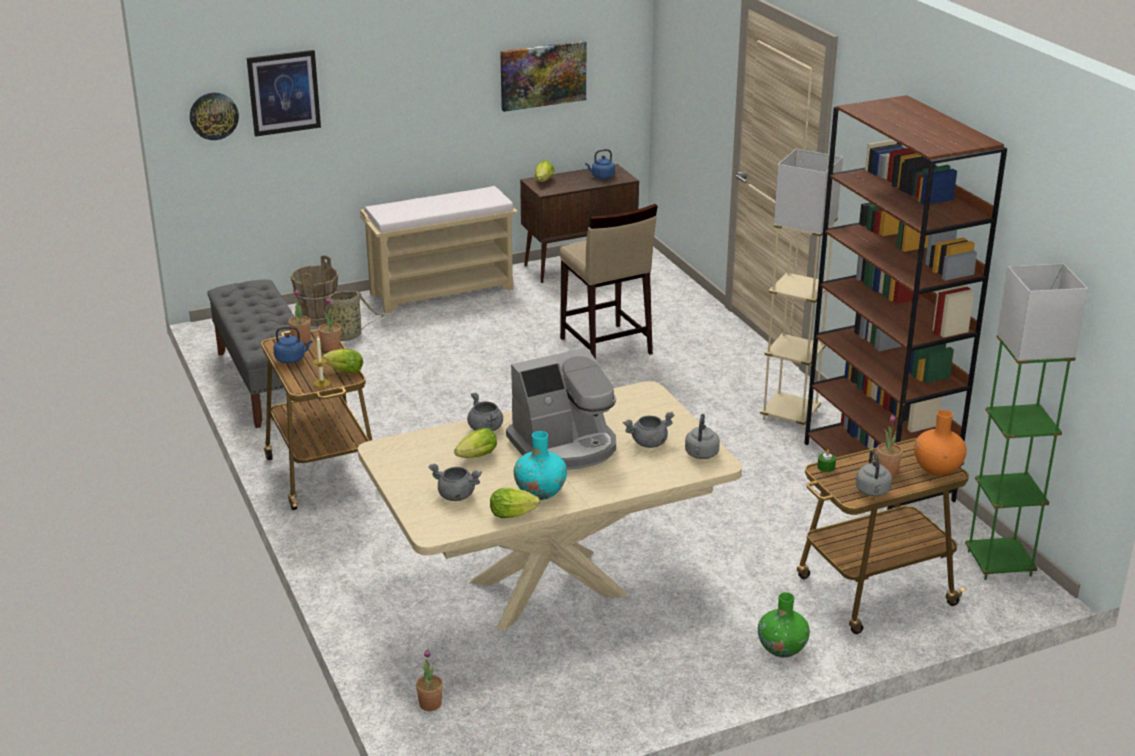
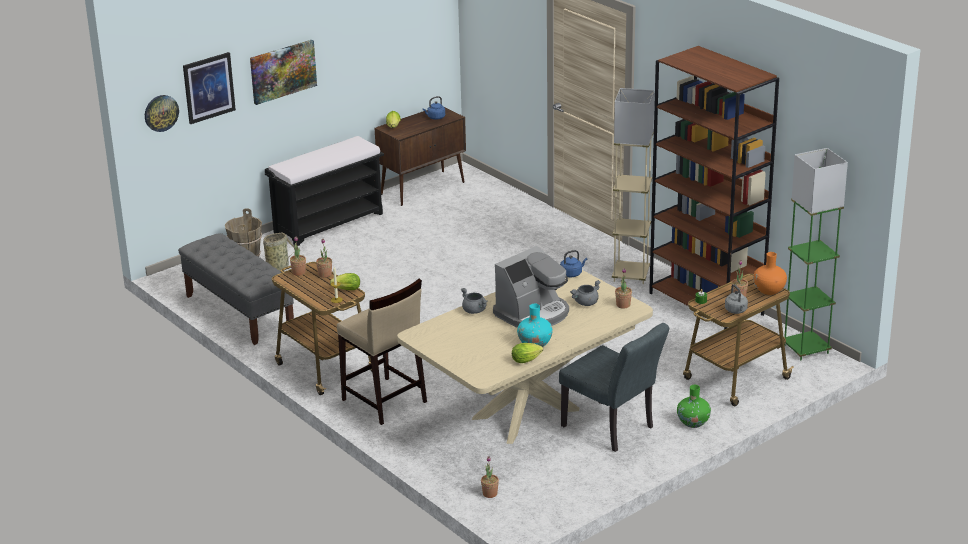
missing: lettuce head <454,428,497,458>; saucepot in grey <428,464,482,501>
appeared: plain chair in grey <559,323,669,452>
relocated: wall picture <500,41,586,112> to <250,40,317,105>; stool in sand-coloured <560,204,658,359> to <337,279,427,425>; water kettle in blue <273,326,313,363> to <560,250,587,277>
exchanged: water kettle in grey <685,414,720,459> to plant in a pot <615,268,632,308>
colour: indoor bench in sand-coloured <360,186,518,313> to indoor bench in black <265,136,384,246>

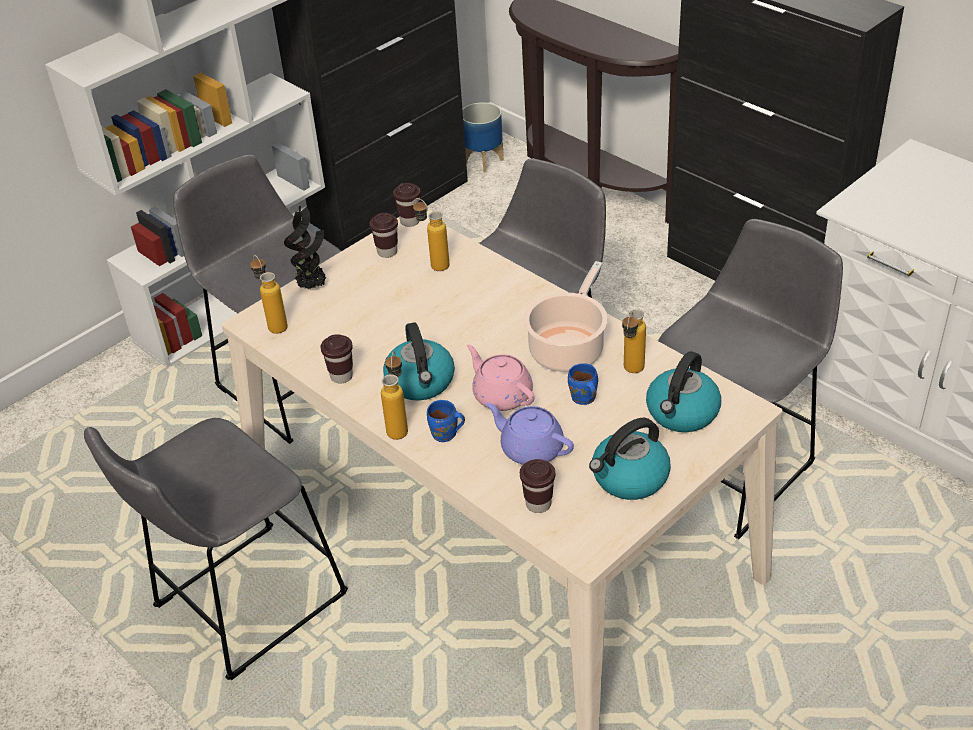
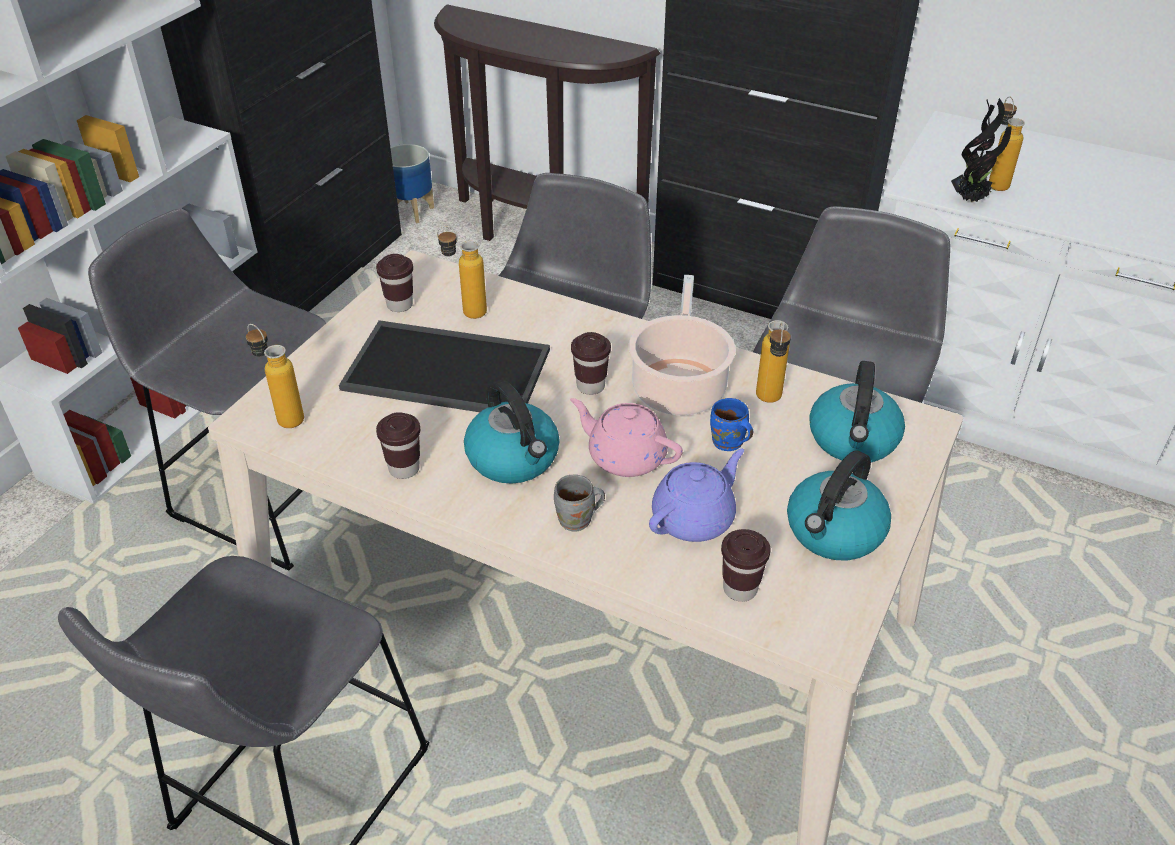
appeared: serving tray <339,320,550,412>
relocated: cup in brown-coloured <393,183,421,227> to <571,332,611,395>; plant in a pot <284,206,326,289> to <951,98,1011,202>; drink bottle <381,351,408,440> to <989,96,1025,191>
colour: mug in blue <427,400,465,442> to mug in grey <554,475,605,532>
spun: tea pot in purple <486,402,574,465> = <649,449,744,542> 120 degrees clockwise

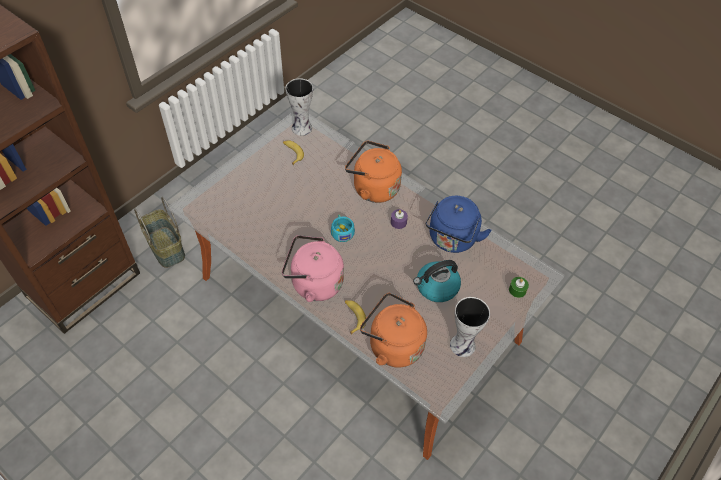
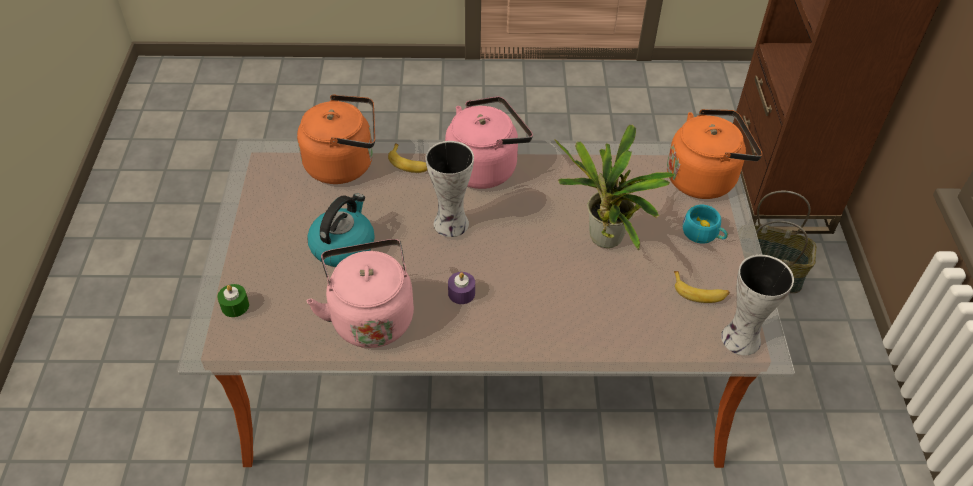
appeared: plant in a pot <554,125,675,250>
relocated: water kettle in orangey <345,141,402,203> to <667,109,762,199>; cup in blue-green <331,214,355,242> to <682,205,728,243>; vase <450,297,490,357> to <426,141,474,237>
colour: water kettle in blue <425,196,492,253> to water kettle in pink-coloured <307,239,414,348>

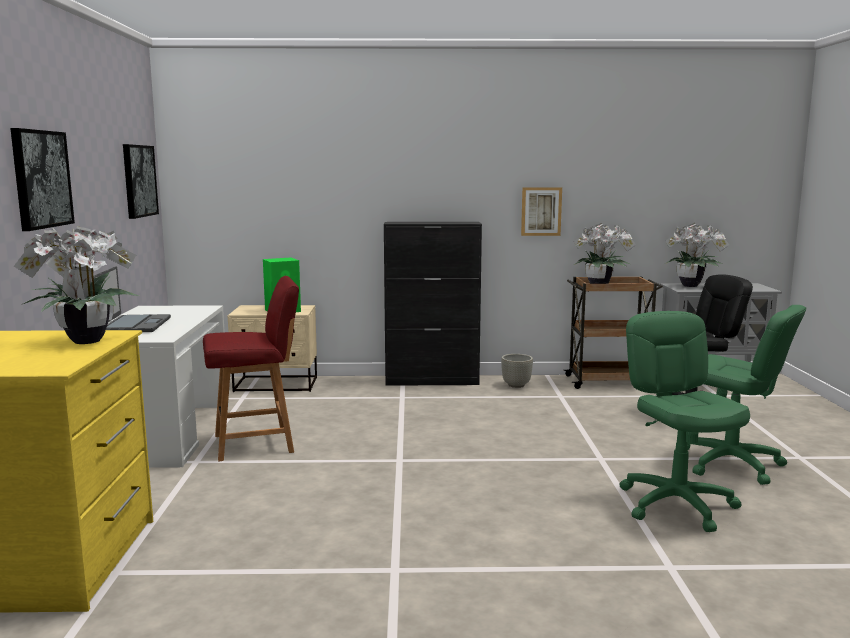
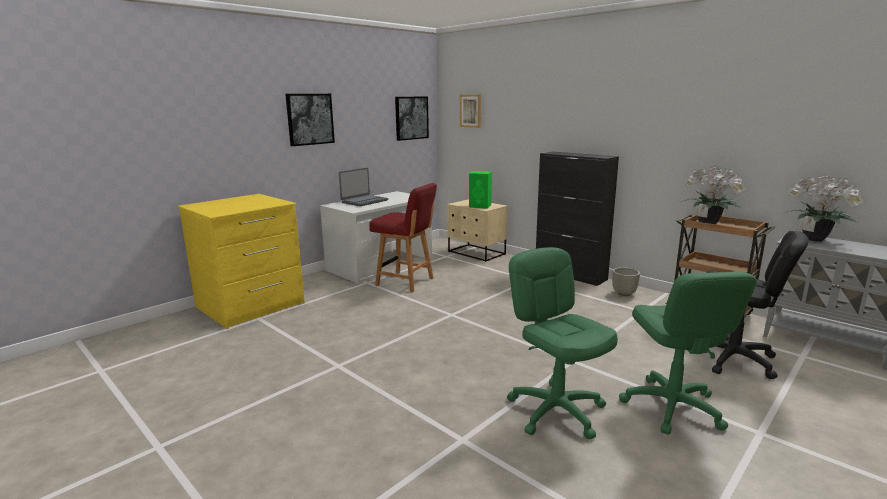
missing: plant in a pot <14,226,139,344>
relocated: wall picture <521,187,562,236> to <460,95,481,128>
spun: computer chair in greenish <619,311,750,532> = <507,247,618,439> 60 degrees counterclockwise

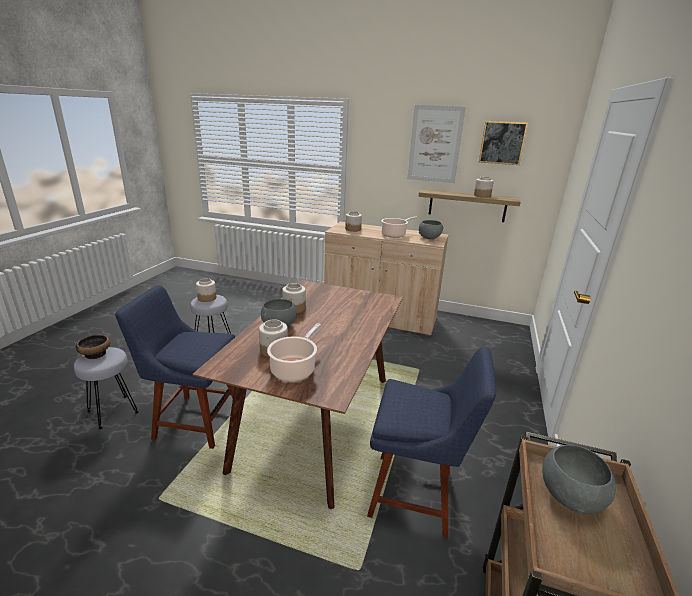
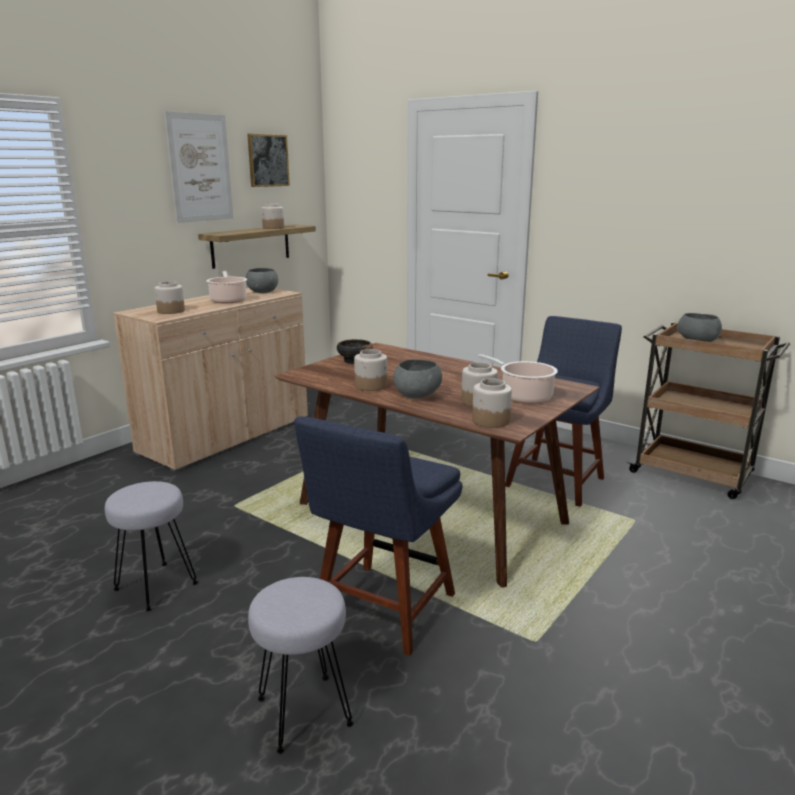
relocated: jar <196,278,216,302> to <472,378,512,428>; bowl <76,335,110,359> to <337,339,373,364>

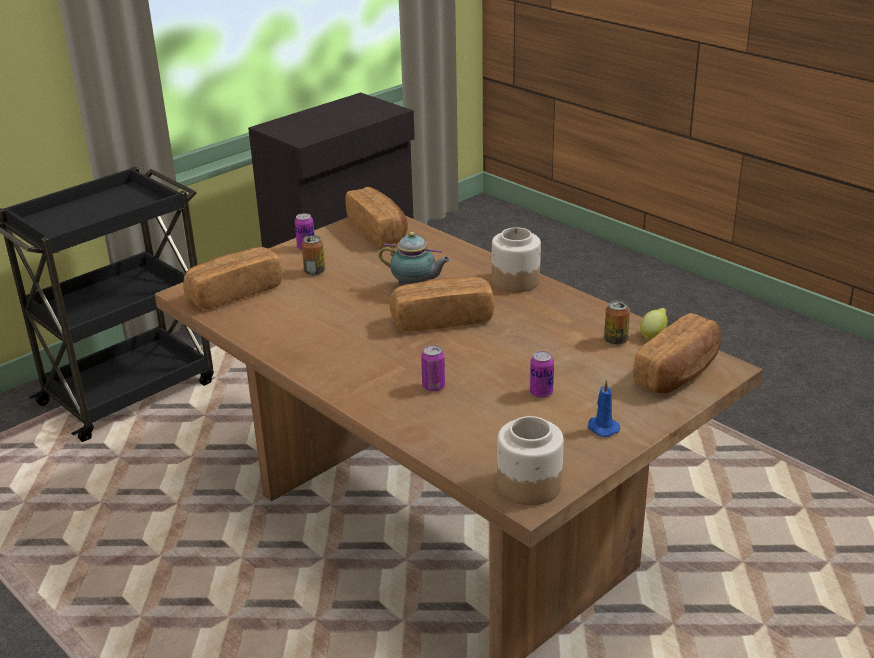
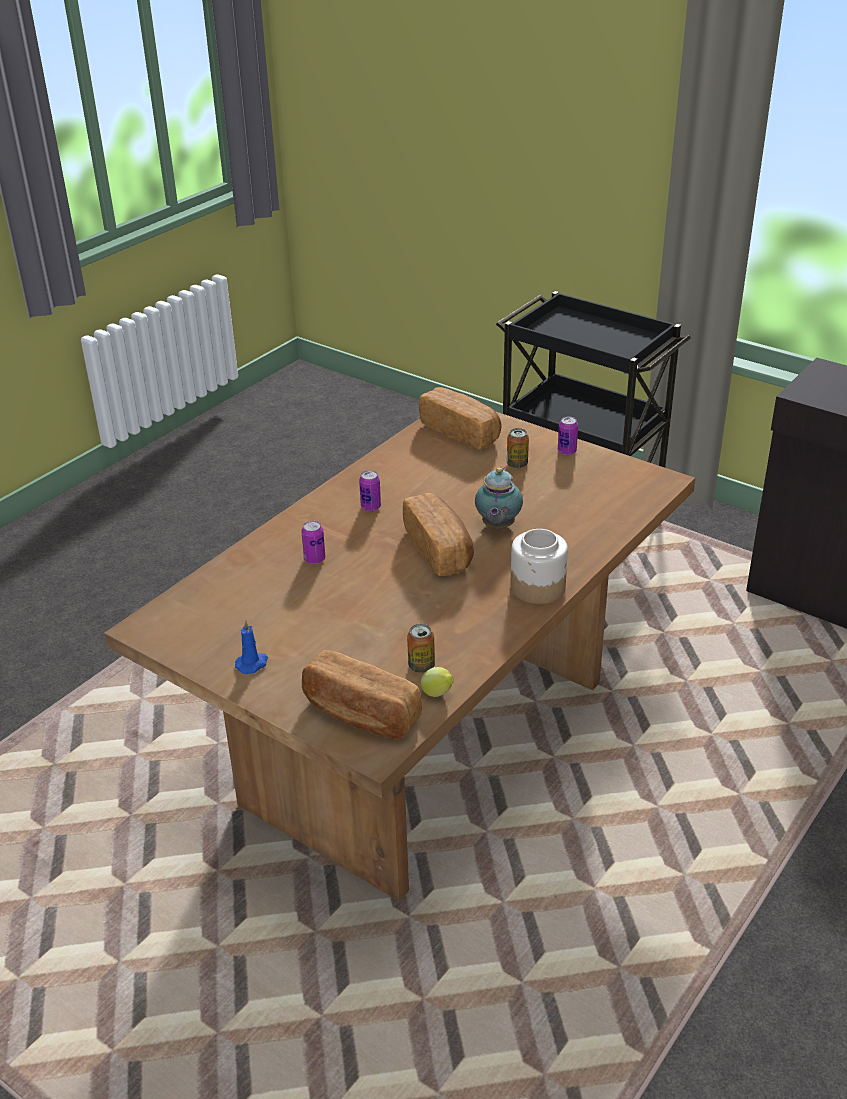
missing: bread <346,187,408,247>; jar <497,416,564,505>
relocated: sealed can <530,351,554,398> to <359,470,381,511>

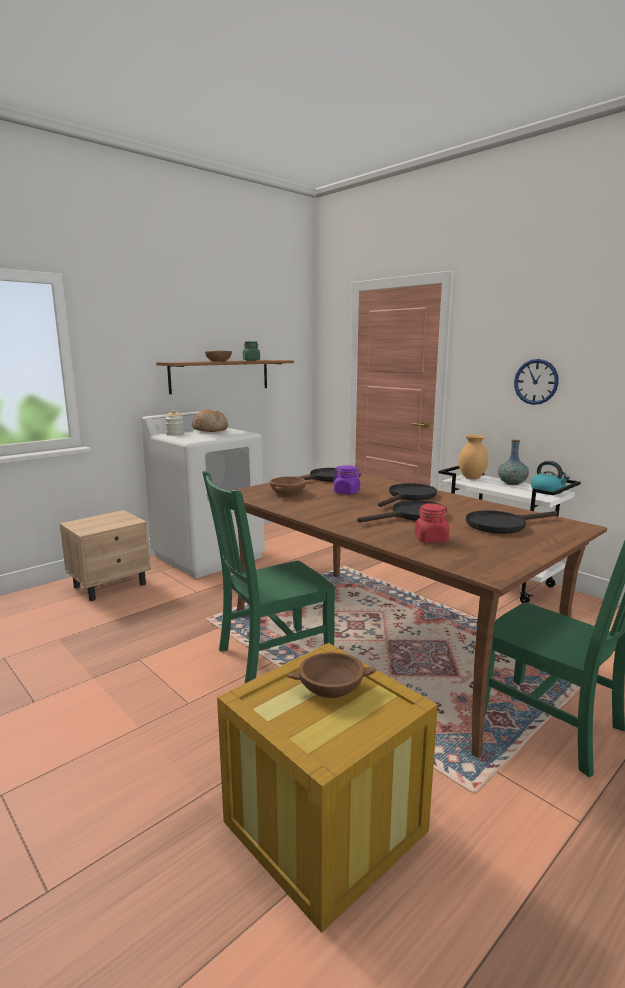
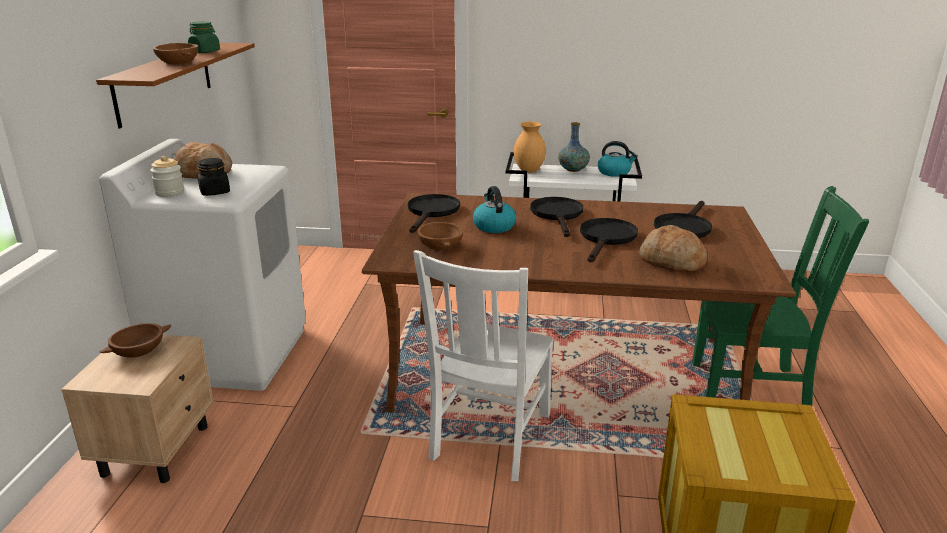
missing: hanging clock <514,359,559,405>
appeared: jar in black <198,158,230,196>
relocated: bowl in brown-coloured <287,652,377,698> to <100,323,171,358>
exchanged: jar in purple <333,465,362,494> to water kettle <473,186,516,233>; jar in red-coloured <415,504,449,543> to bread <639,225,707,271>
colour: plain chair in greenish <202,471,335,683> to plain chair in white-coloured <413,250,554,481>

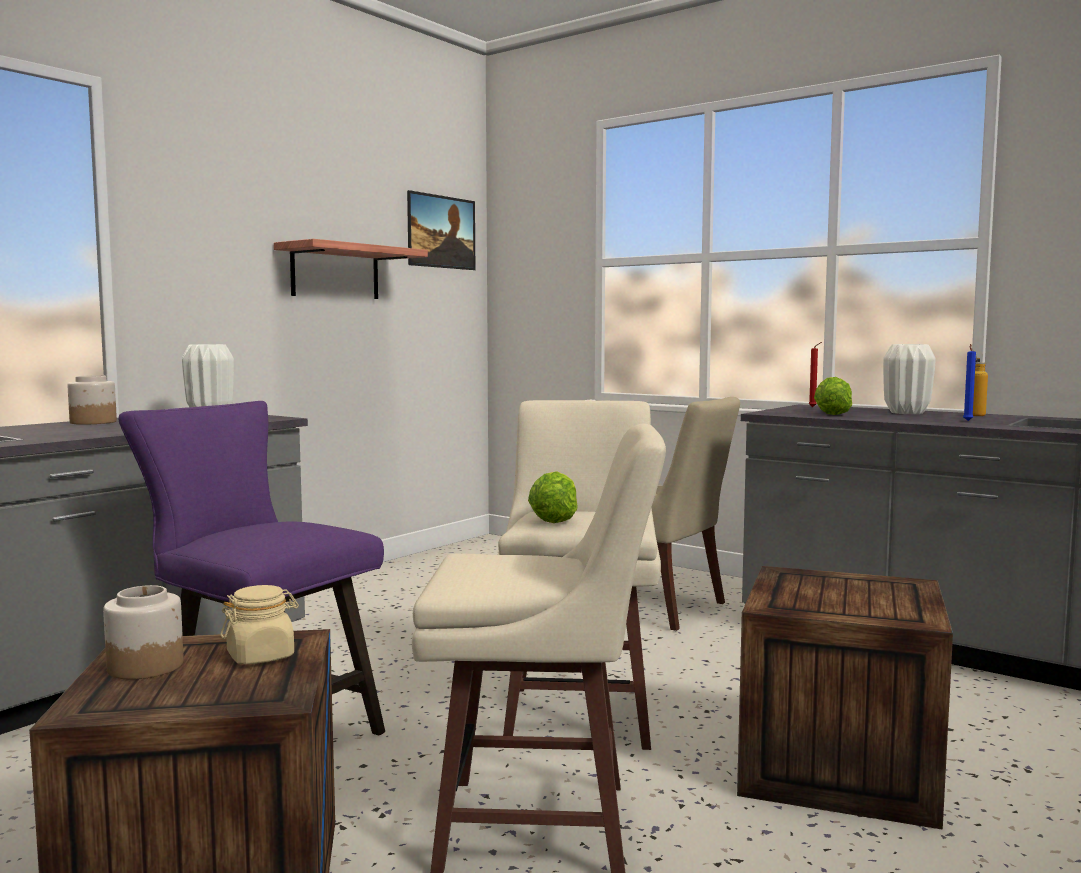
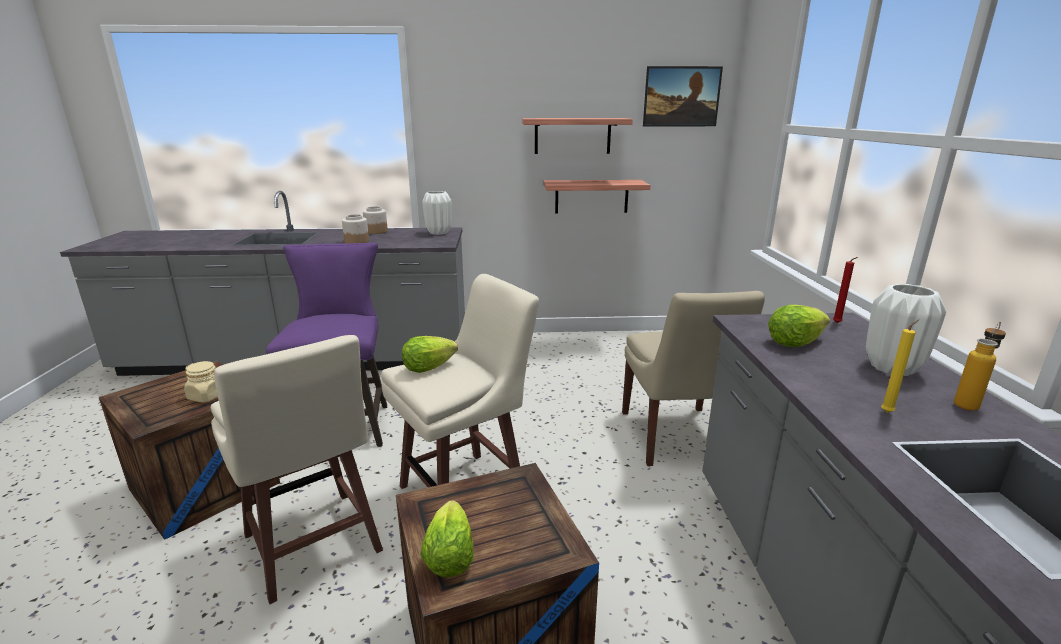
appeared: shelf <543,180,650,213>; lettuce head <420,501,474,577>
relocated: jar <103,585,183,679> to <342,214,369,243>
colour: wax candle in blue <963,344,976,421> to wax candle in yellow <881,319,919,413>

